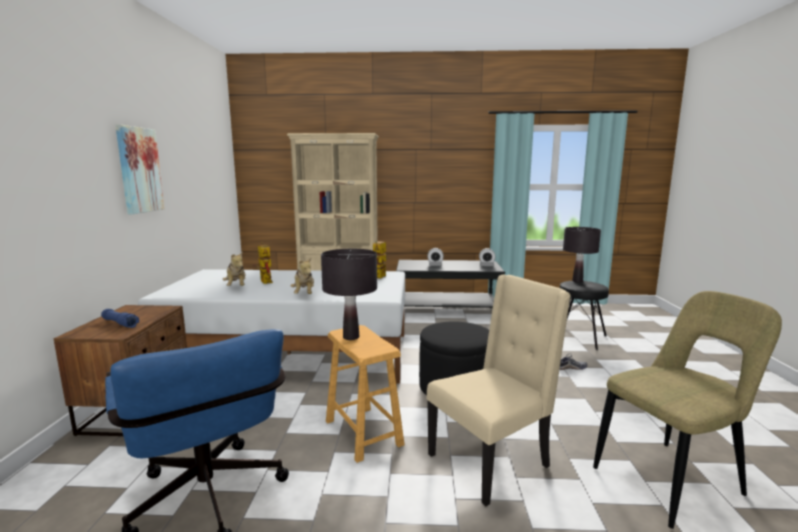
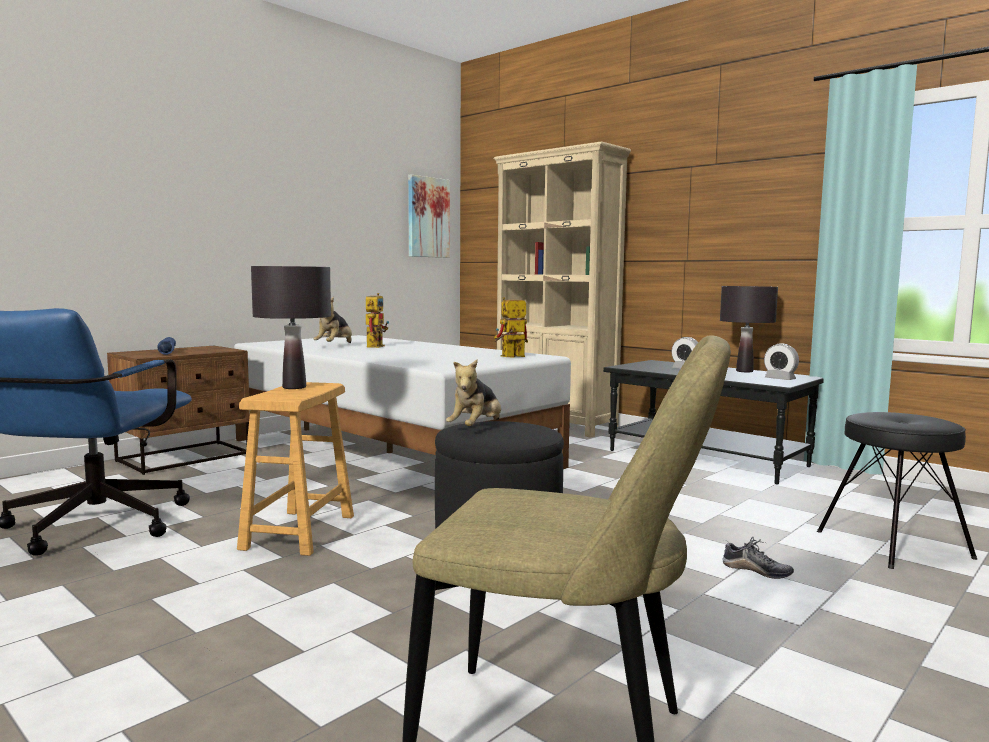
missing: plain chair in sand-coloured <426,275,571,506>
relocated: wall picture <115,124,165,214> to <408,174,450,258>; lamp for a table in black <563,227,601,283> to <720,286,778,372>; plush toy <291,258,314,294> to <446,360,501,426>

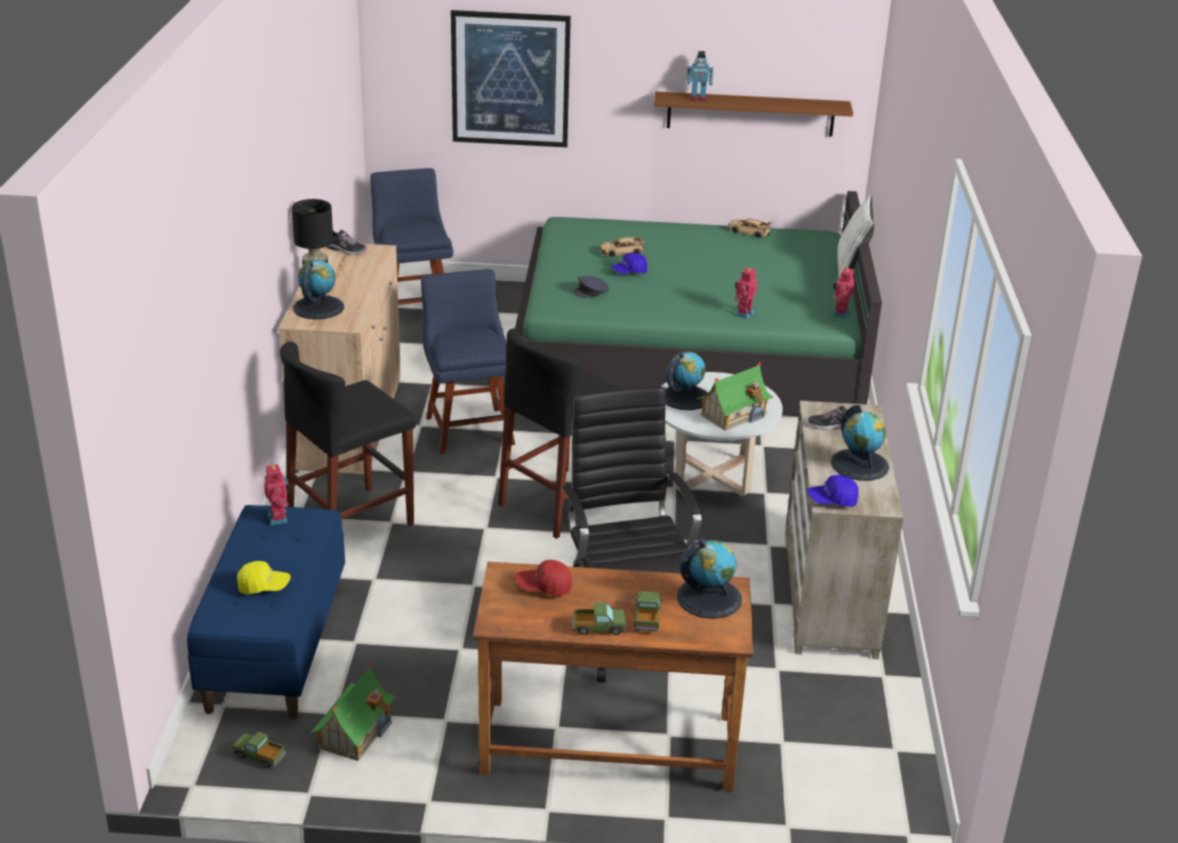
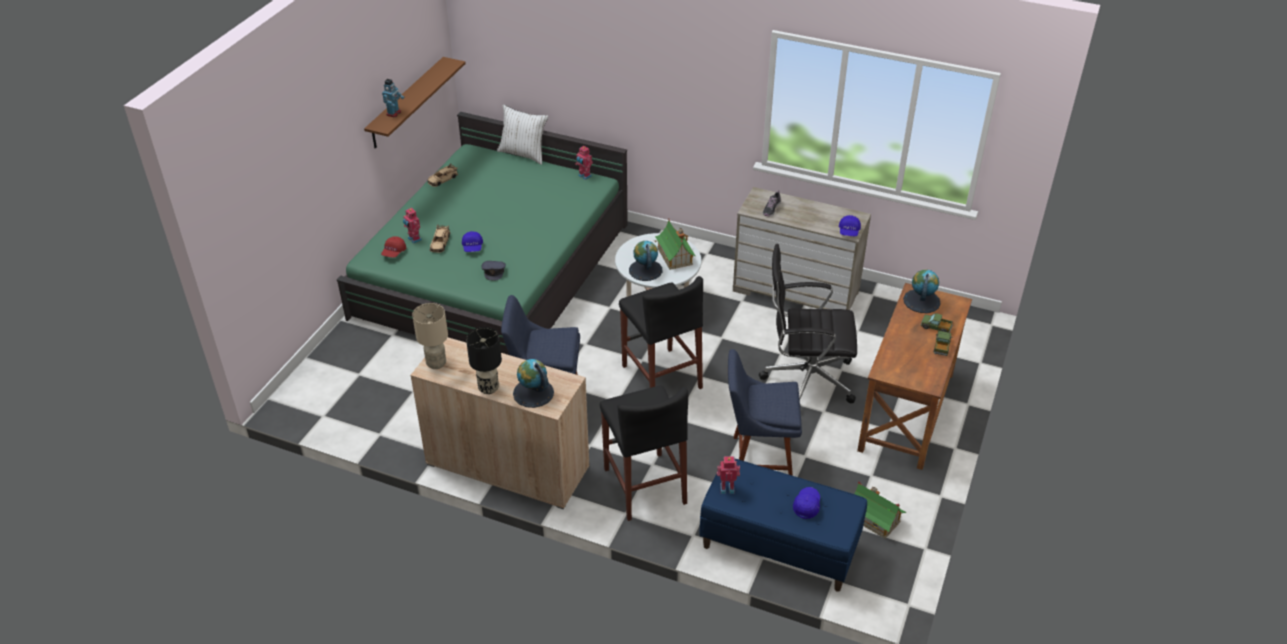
missing: wall picture <451,10,571,147>; globe <831,405,889,481>; toy lorry <233,732,286,768>
relocated: plain chair in blue <370,168,453,305> to <728,349,802,476>; model robot <734,268,758,319> to <403,208,422,244>; cap in red-coloured <516,560,572,596> to <381,236,406,258>
exchanged: low shoe <327,230,367,255> to lamp for a table in sand-coloured <412,303,448,369>
colour: cap in yellow <237,561,291,594> to cap in blue <793,487,820,519>

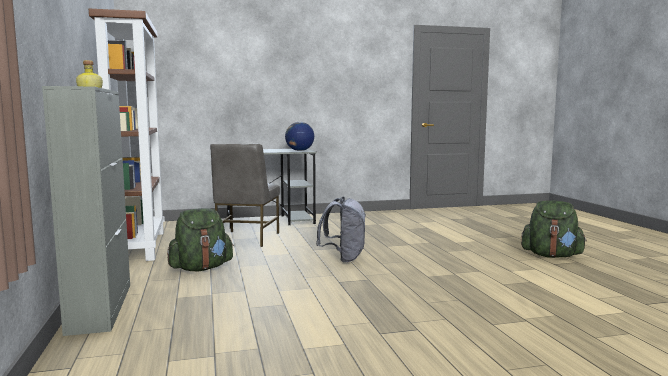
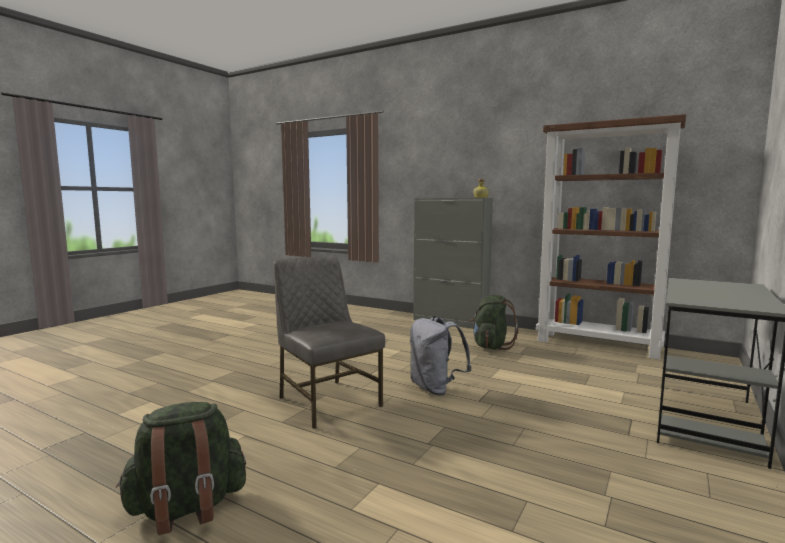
missing: globe <285,122,314,151>
relocated: plain chair in grey <210,144,280,247> to <274,256,385,429>

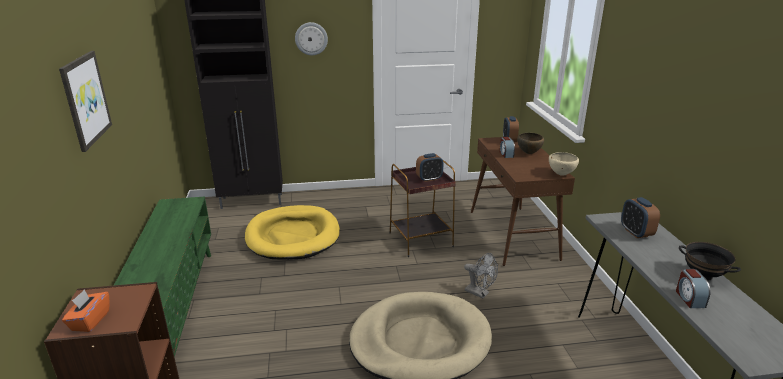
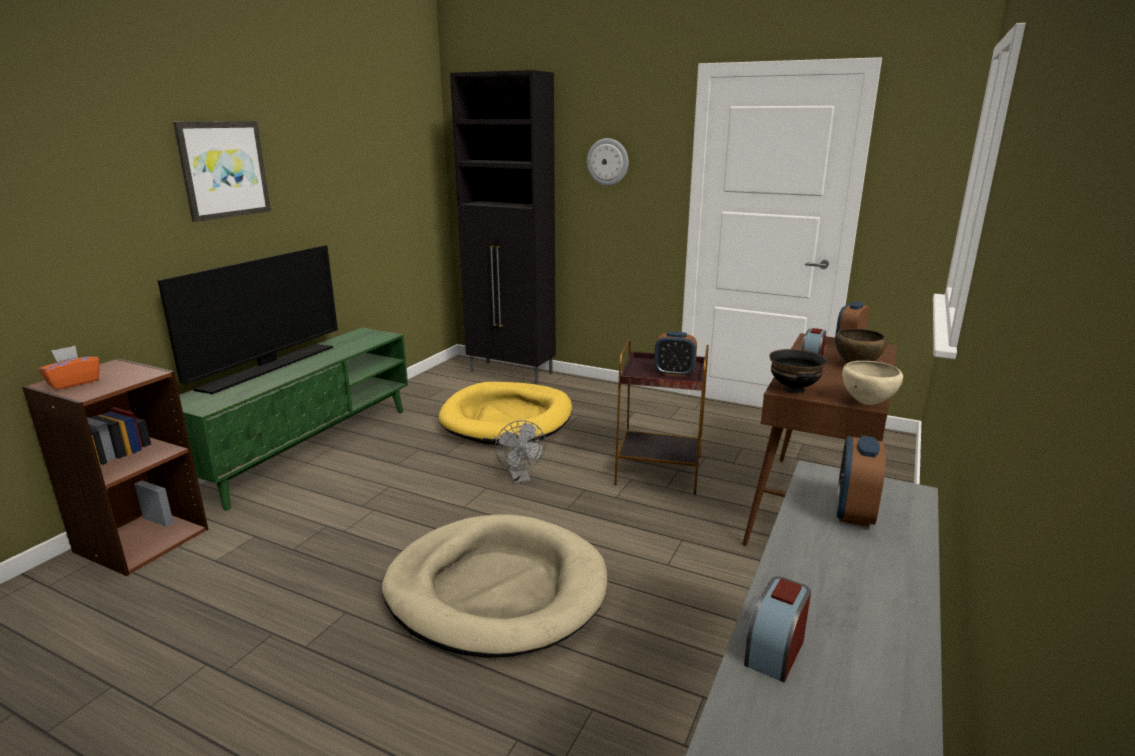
appeared: TV set <158,245,338,394>
relocated: bowl in black <679,242,741,281> to <769,349,827,393>; cooling fan in grey <464,253,498,299> to <495,420,546,484>

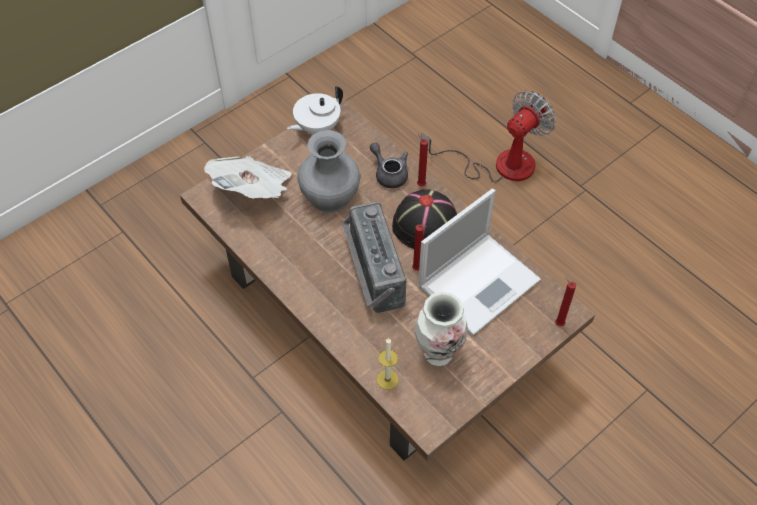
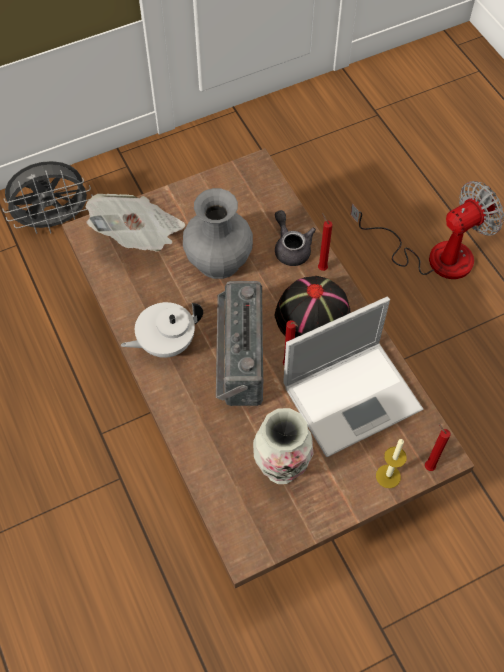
appeared: cooling fan in grey <2,161,93,234>
relocated: tea pot in white-coloured <287,86,343,134> to <121,302,203,358>; wax candle <377,338,399,390> to <376,439,407,488>

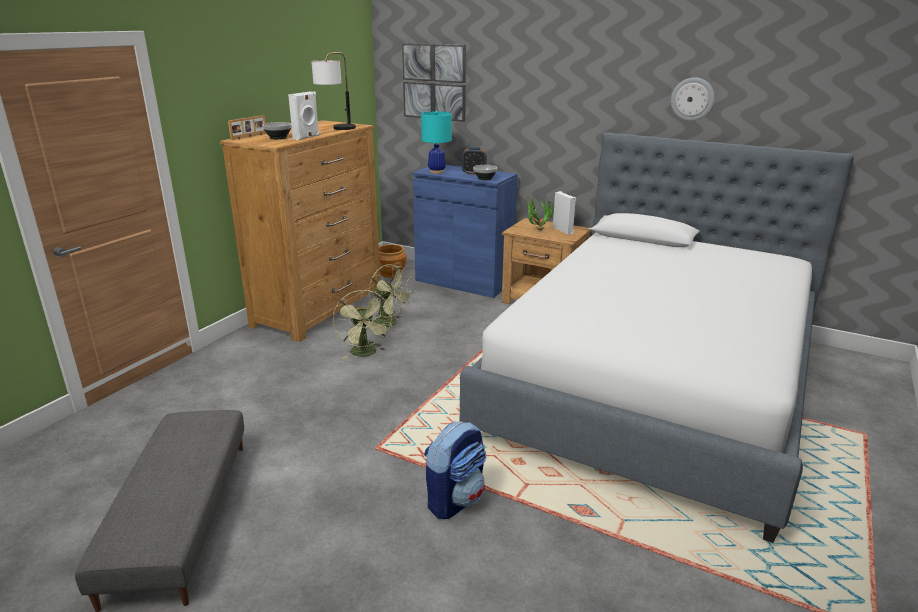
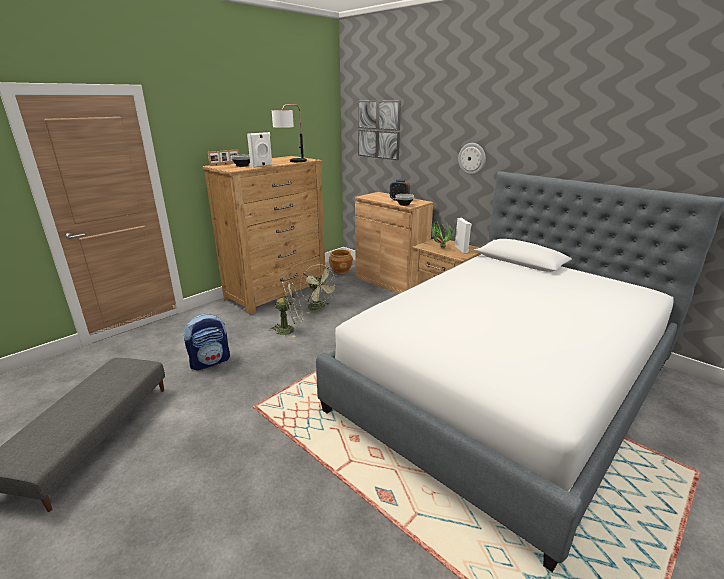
missing: lamp for a table in blue-green <421,111,452,174>
relocated: hanging clock <671,77,715,121> to <458,143,486,175>; rucksack <424,421,486,519> to <184,314,230,370>
colour: cupboard in blue <413,165,518,298> to cupboard in brown-coloured <355,192,433,294>
spun: cooling fan in greenish <333,290,392,359> = <269,281,303,338> 105 degrees counterclockwise

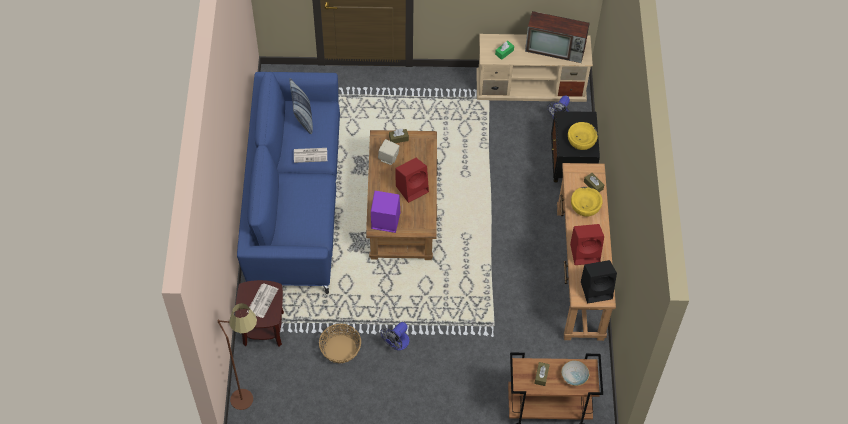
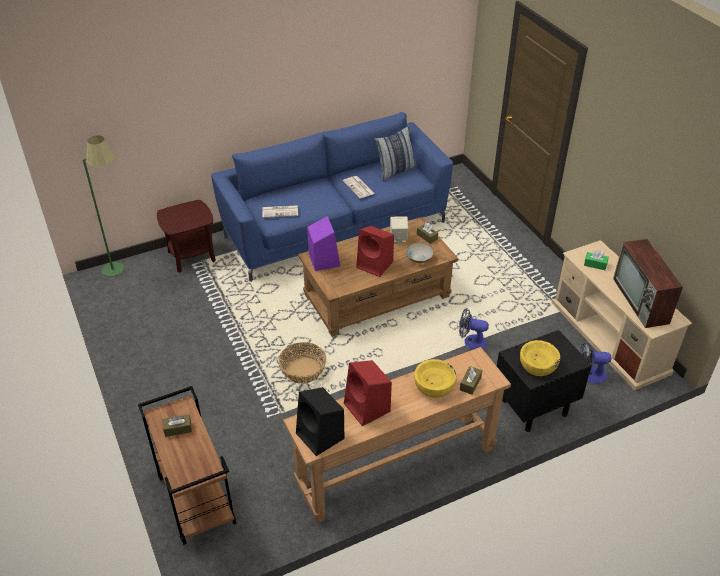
relocated: newspaper <247,284,278,318> to <263,205,298,218>; cooling fan <380,322,410,350> to <459,308,489,350>; storage basket <319,324,361,363> to <279,342,326,384>; bowl <561,360,589,386> to <406,243,434,263>
colour: standard lamp in brown-coloured <217,303,257,410> to standard lamp in greenish <83,135,124,277>

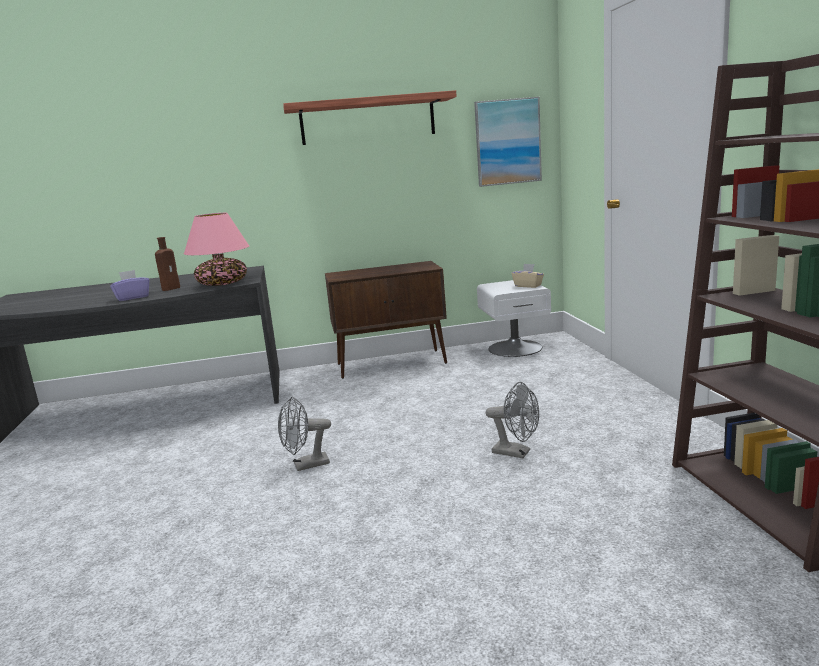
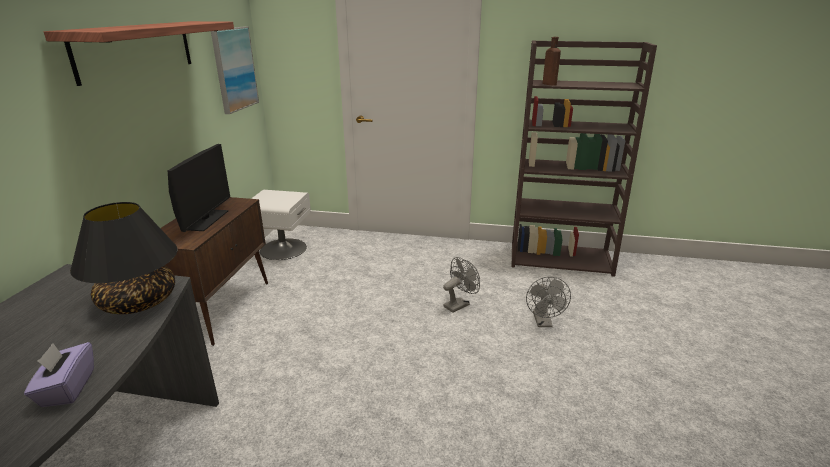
missing: tissue box in sand-coloured <512,264,544,288>
appeared: computer display <168,144,230,232>
relocated: drink bottle in brown-coloured <155,237,180,291> to <543,37,561,86>; cooling fan in grey <278,397,331,471> to <526,277,571,327>
colour: lamp for a table in pink-coloured <184,213,249,286> to lamp for a table in black <70,202,178,314>

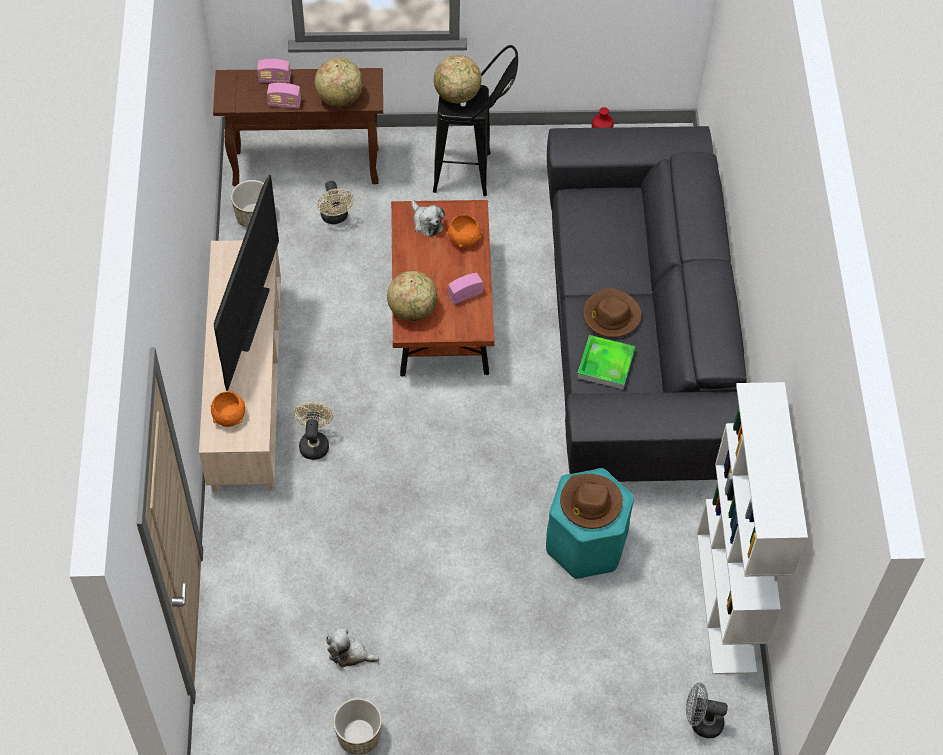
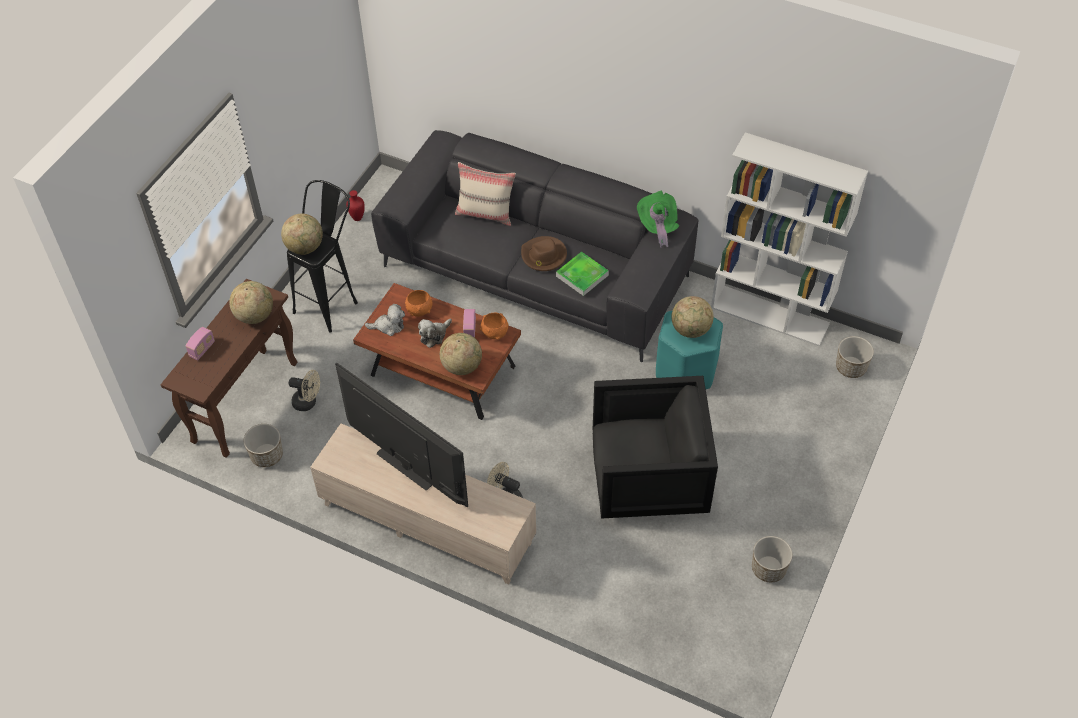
missing: radio <267,83,301,108>
appeared: pillow in sand-coloured <455,162,516,226>; hat in greenish <637,190,679,248>; lounge chair in black <593,376,718,518>
relocated: bowl in orangey <211,391,245,427> to <480,313,509,340>; plush toy <326,628,379,667> to <418,319,452,348>
exchanged: hat in brown-coloured <560,474,623,529> to globe <671,296,714,338>; cooling fan in grey <686,683,728,738> to planter <836,336,874,378>

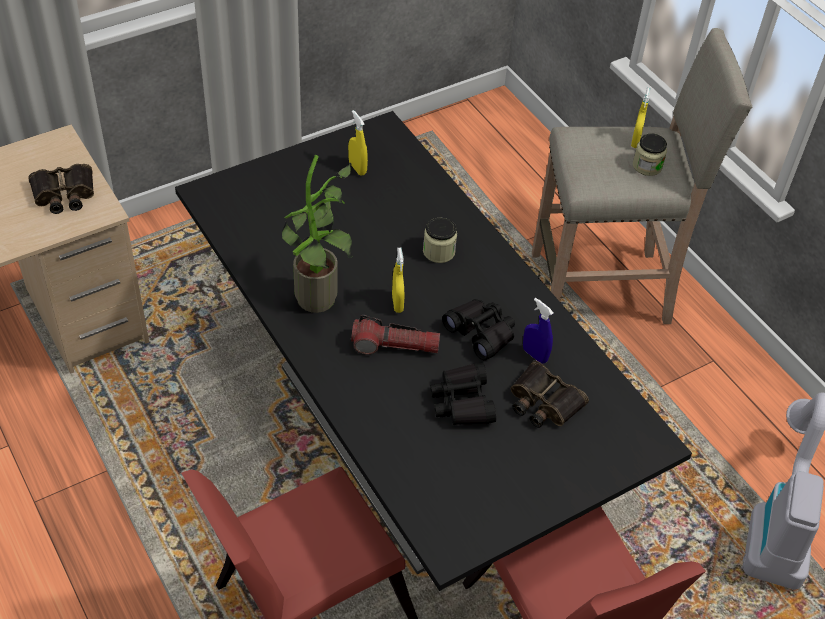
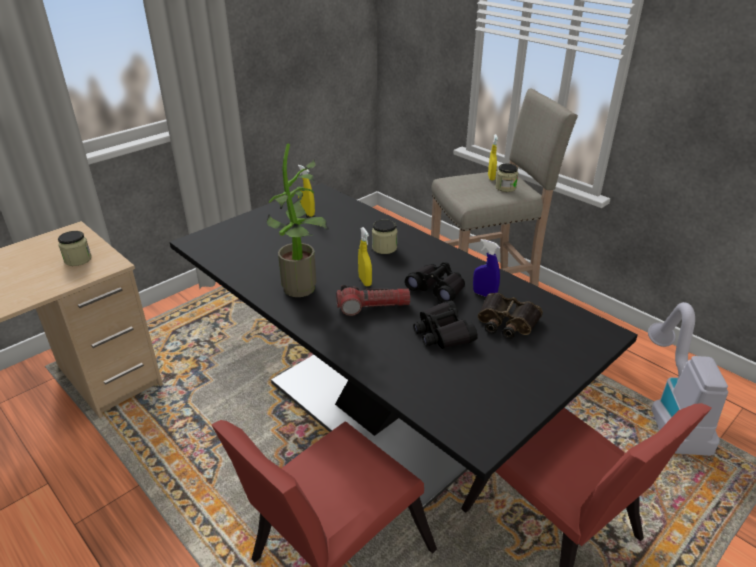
exchanged: binoculars <28,164,94,214> to jar <58,231,92,266>

